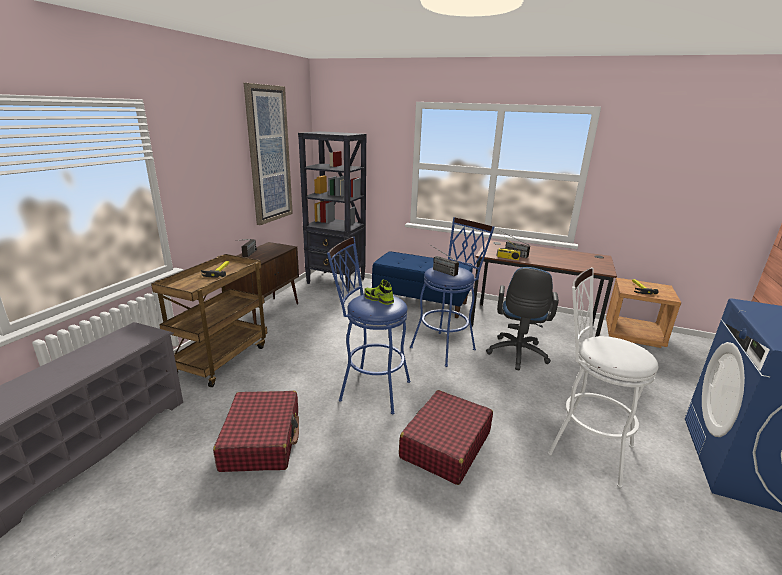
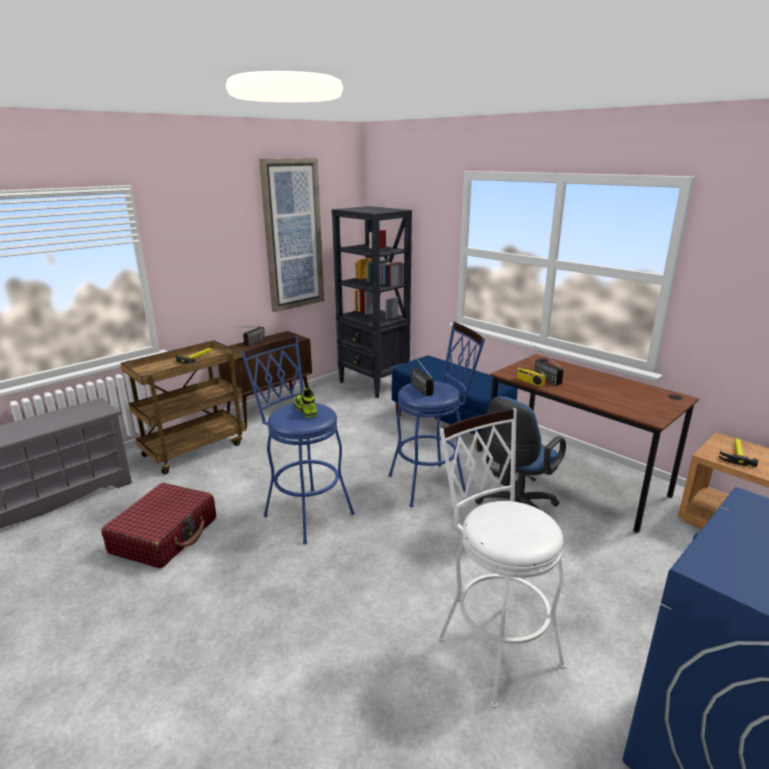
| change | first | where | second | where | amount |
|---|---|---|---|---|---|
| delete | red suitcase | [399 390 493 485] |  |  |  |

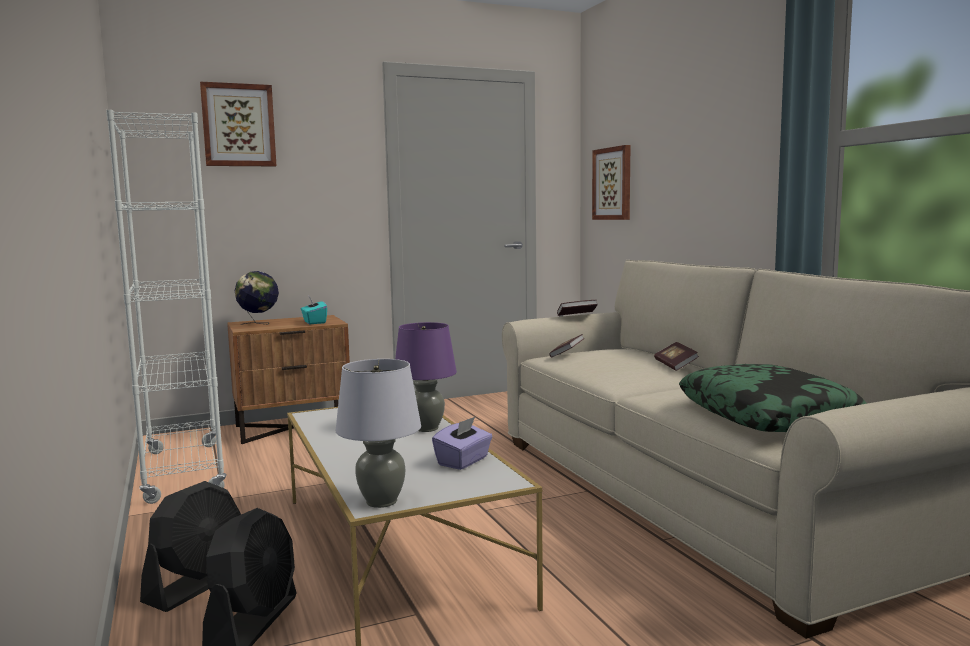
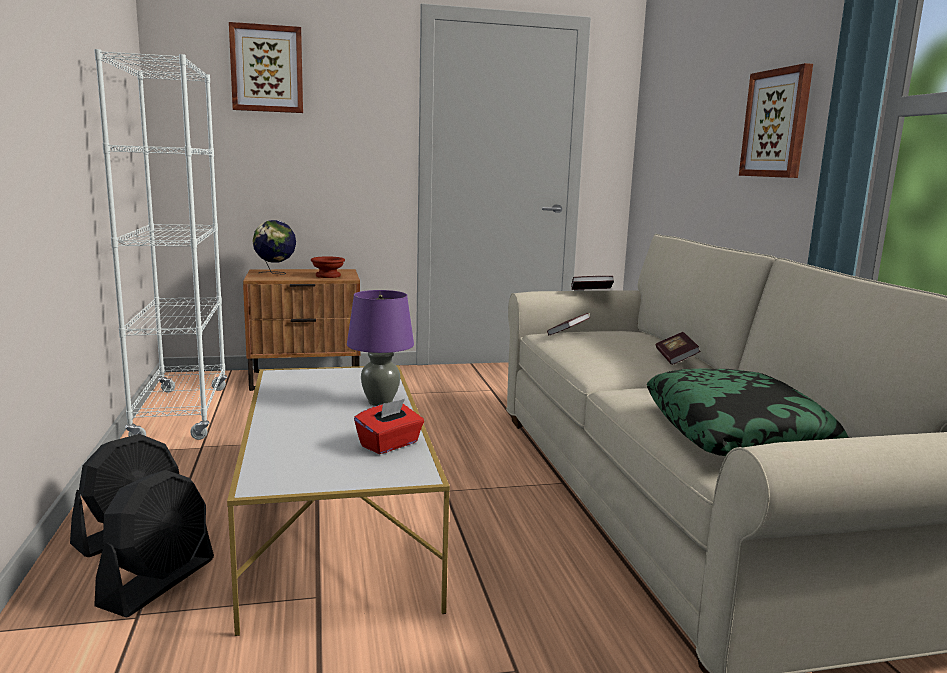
| change | first | where | second | where | amount |
|---|---|---|---|---|---|
| delete | grey table lamp | [336 359 421 508] |  |  |  |
| move | picture | [592 145 630 220] |  | [739 63 813 178] |  |
| replace | turquoise tissue box | [301 297 327 324] | brown bowl | [311 256 345 278] |  |
| recolor | purple tissue box | [432 417 493 470] | red tissue box | [354 399 424 454] |  |

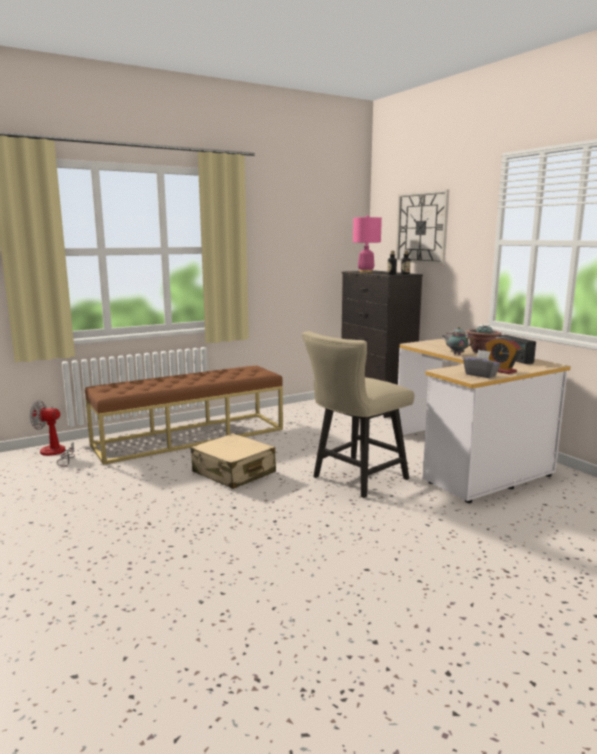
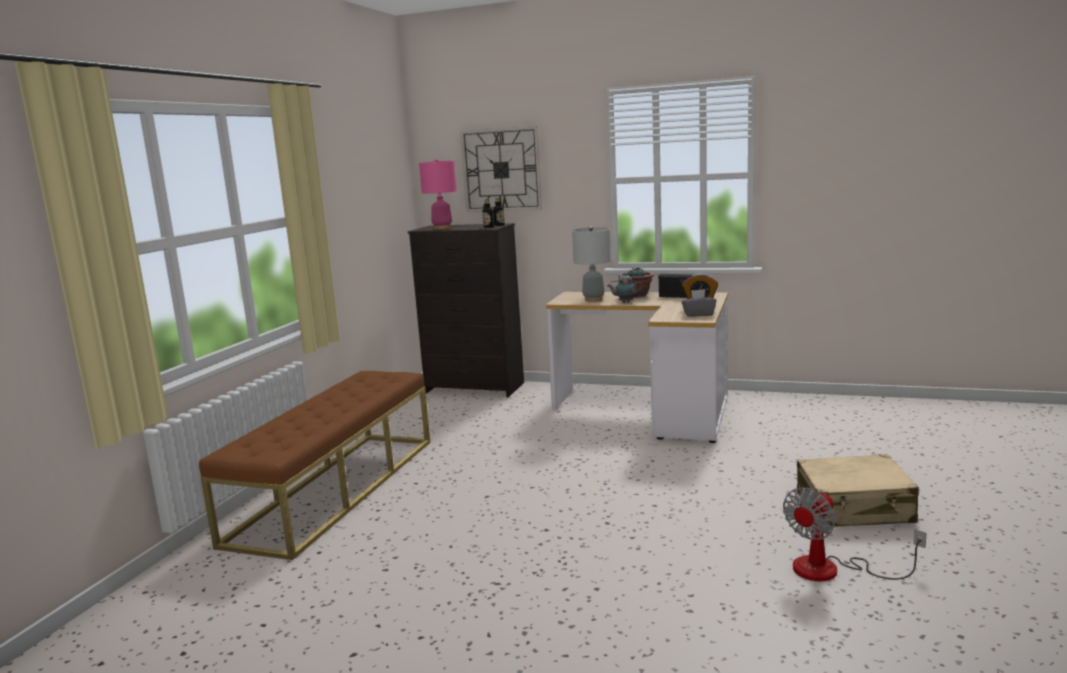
| change | first | where | second | where | amount |
|---|---|---|---|---|---|
| delete | beige chair | [302 331 414 498] |  |  |  |
| insert |  |  | grey table lamp | [572 226 611 302] |  |
| move | fan | [30 400 75 467] |  | [783 488 927 581] |  |
| move | beige suitcase | [191 433 276 489] |  | [797 454 919 527] |  |

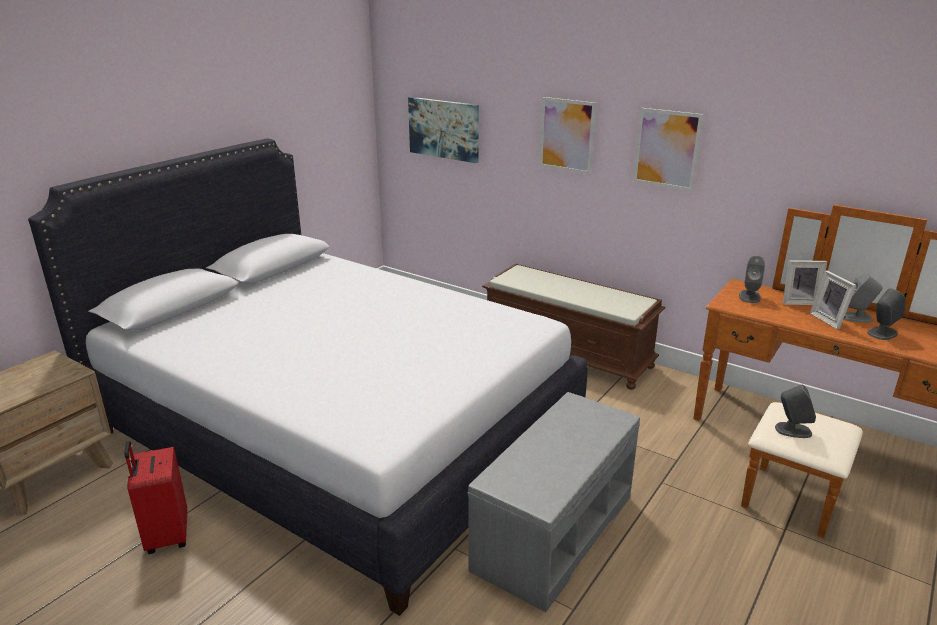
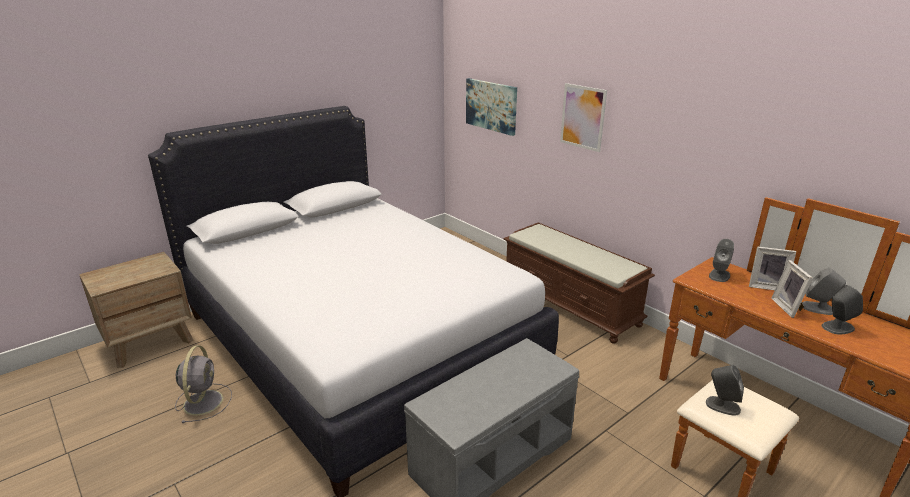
| change | first | where | second | where | amount |
|---|---|---|---|---|---|
| delete | picture | [633 108 704 191] |  |  |  |
| replace | red suitcase | [124 441 187 554] | grey fan | [175 345 232 423] |  |

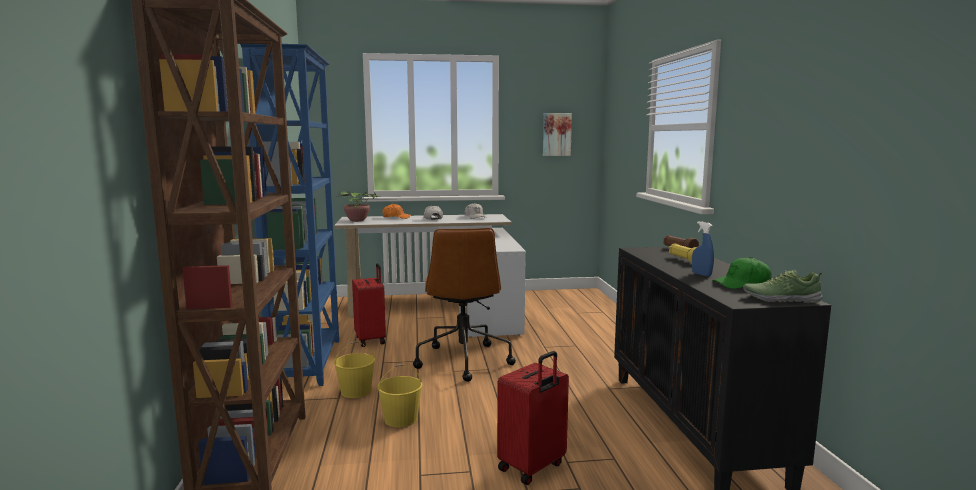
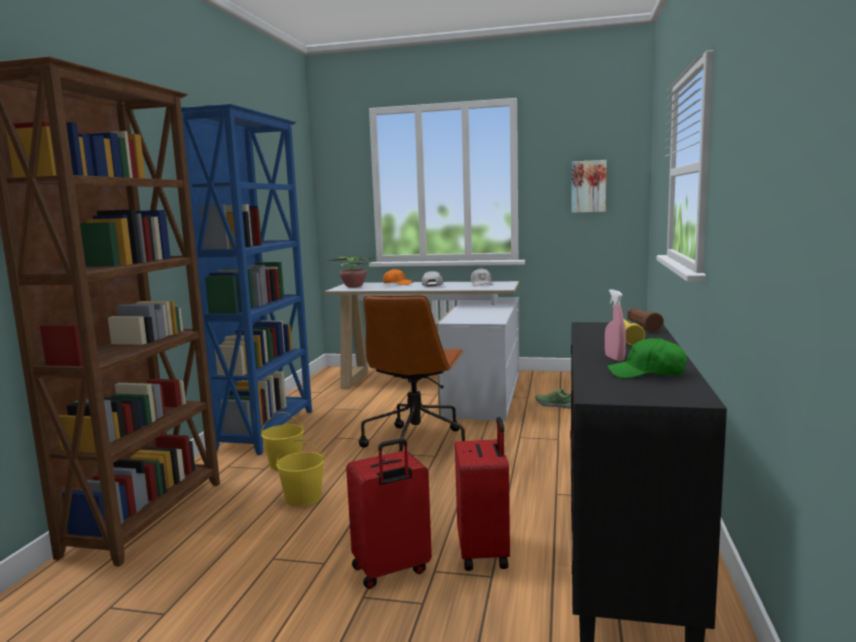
| change | first | where | second | where | amount |
|---|---|---|---|---|---|
| move | red suitcase | [352 263 386 347] |  | [455 417 510 571] |  |
| move | shoe | [743 270 823 303] |  | [535 389 571 409] |  |
| recolor | blue spray bottle | [692 221 714 277] | pink spray bottle | [605 289 626 361] |  |

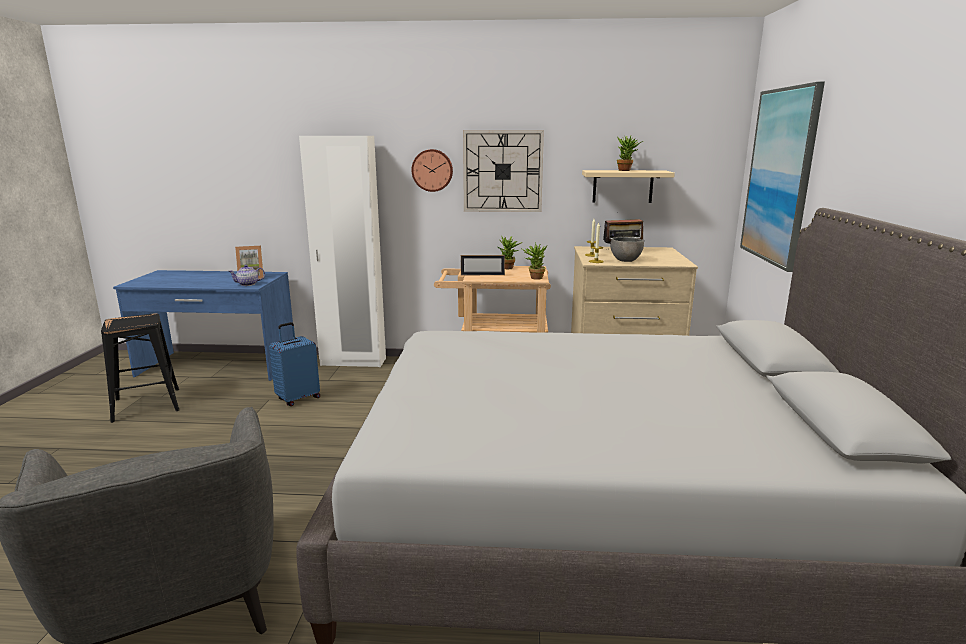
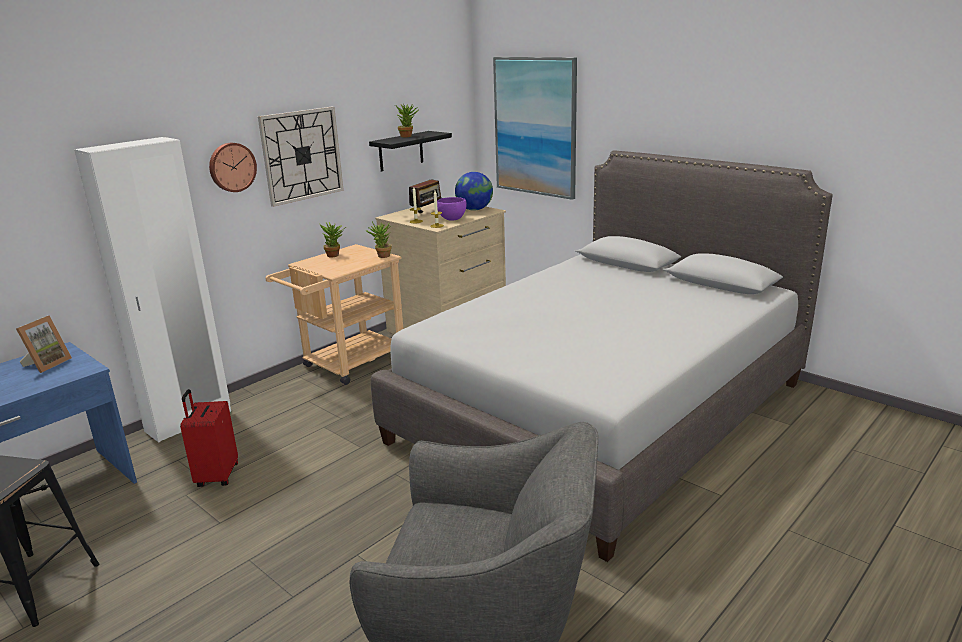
| change | first | where | second | where | amount |
|---|---|---|---|---|---|
| delete | teapot | [228 265 265 286] |  |  |  |
| delete | picture frame | [461 255 505 275] |  |  |  |
| insert |  |  | globe | [455 172 493 211] |  |
| recolor | blue suitcase | [269 322 320 406] | red suitcase | [180 389 238 487] |  |
| recolor | beige shelf | [582 170 675 203] | black shelf | [369 131 452 171] |  |
| recolor | grey bowl | [610 237 644 262] | purple bowl | [437 197 467 221] |  |

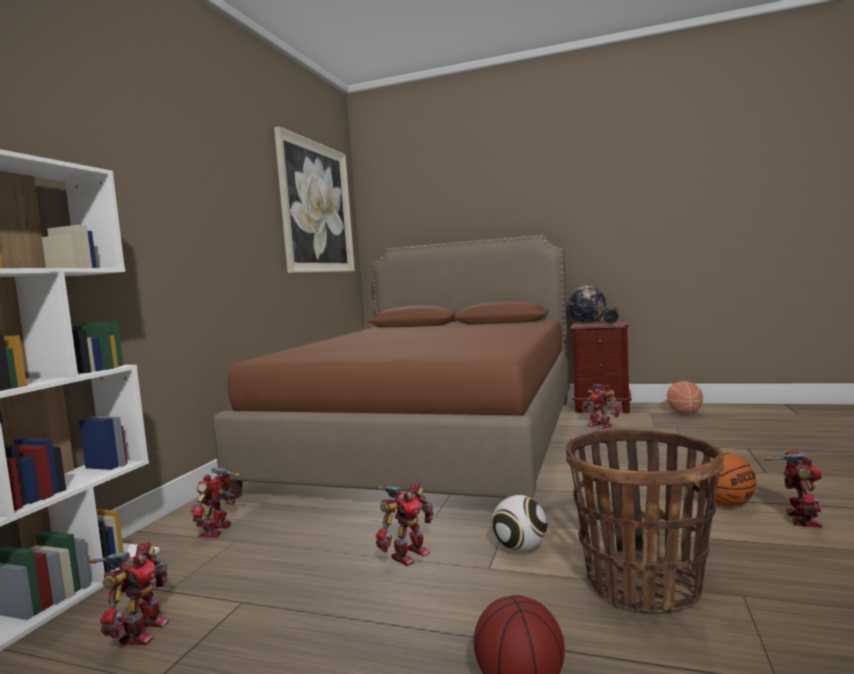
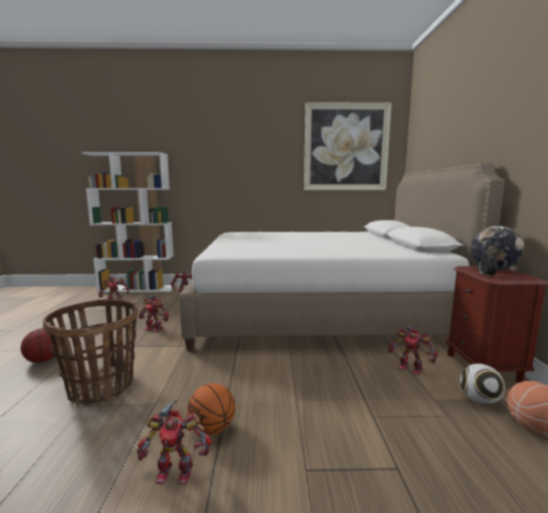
| change | first | where | second | where | amount |
|---|---|---|---|---|---|
| move | football | [492 495 547 552] |  | [460 364 505 404] |  |
| recolor | brown bed | [213 235 570 499] | white bed | [179 163 505 351] |  |
| rotate | toy robot | [581 384 620 429] |  | [389 325 438 375] | 90 degrees counterclockwise |

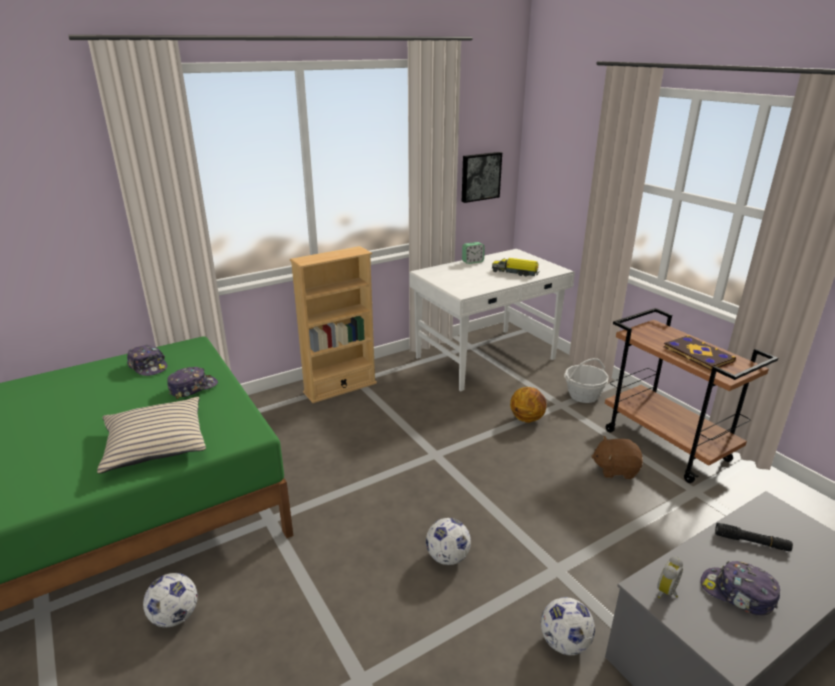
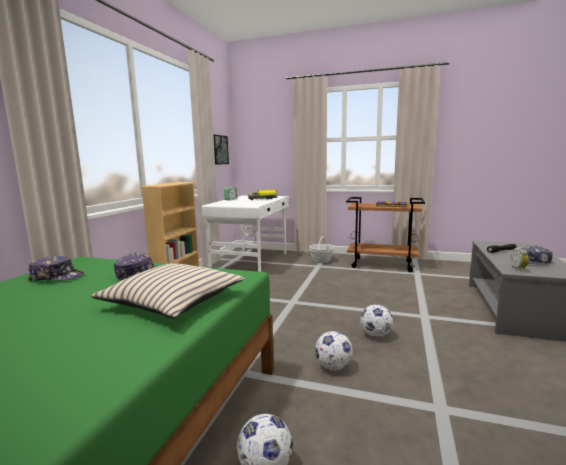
| change | first | where | second | where | amount |
|---|---|---|---|---|---|
| delete | basketball | [510 387 546 423] |  |  |  |
| delete | brown plush toy | [591 436 643 479] |  |  |  |
| move | football | [541 597 595 655] |  | [315 331 353 371] |  |

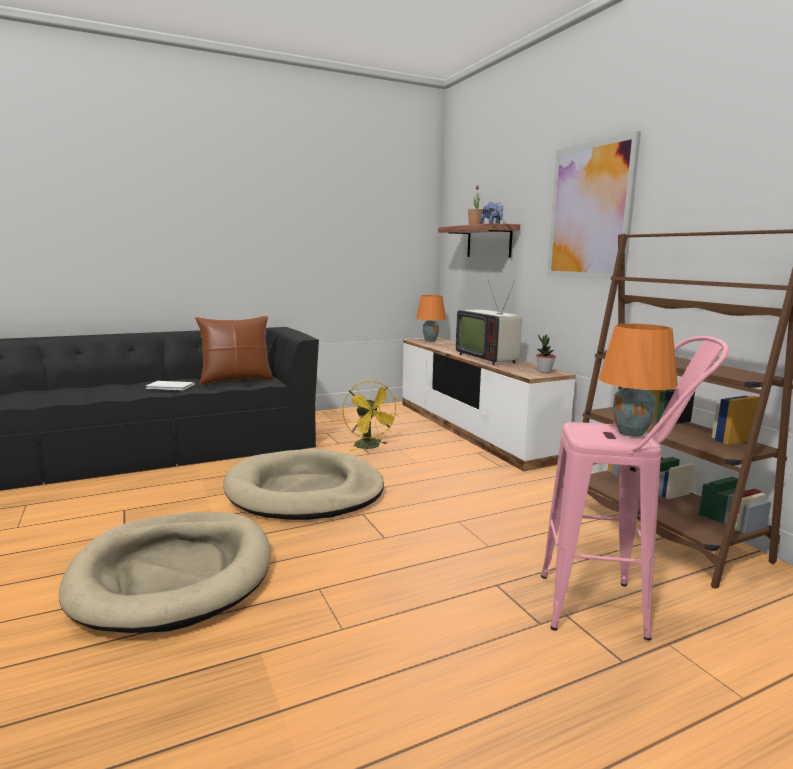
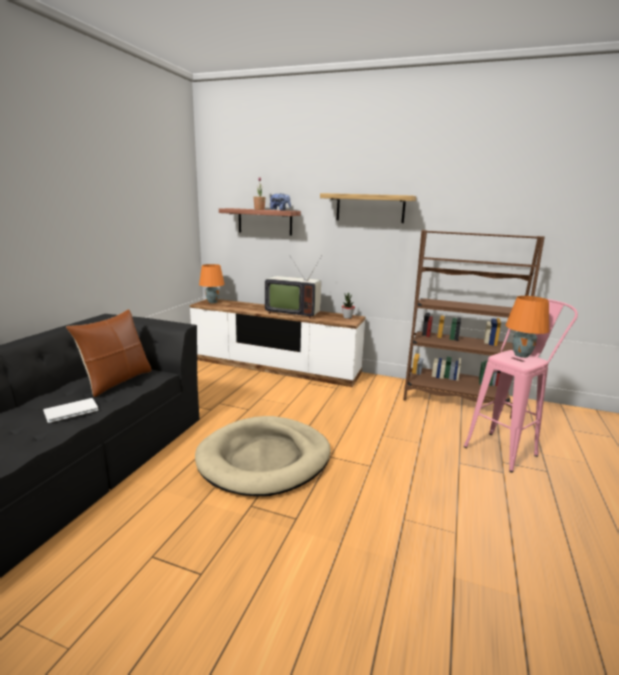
| change | first | where | second | where | amount |
|---|---|---|---|---|---|
| delete | beige dog bed | [59 512 271 633] |  |  |  |
| delete | yellow fan | [343 381 399 451] |  |  |  |
| replace | picture | [547 131 641 280] | shelf | [320 193 416 223] |  |

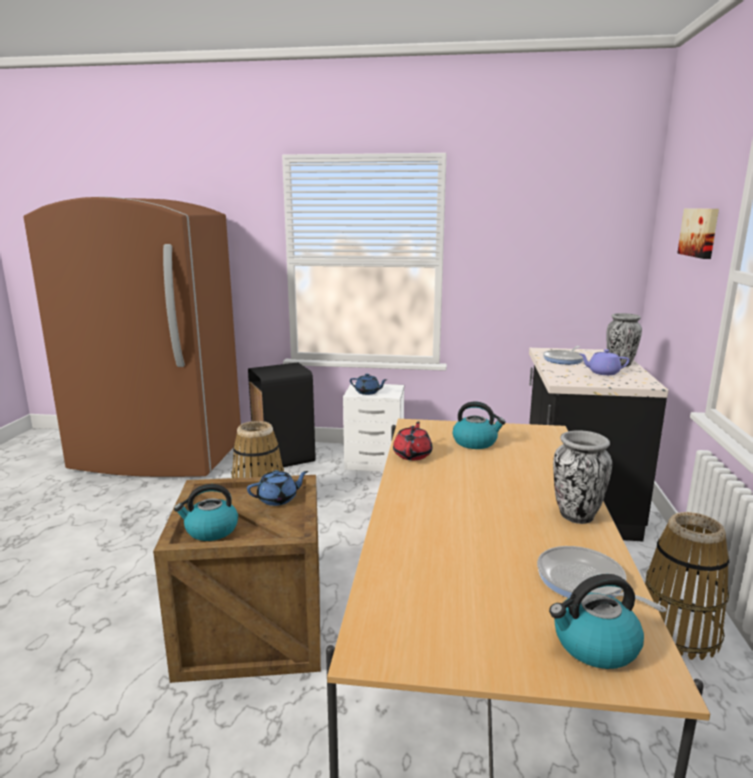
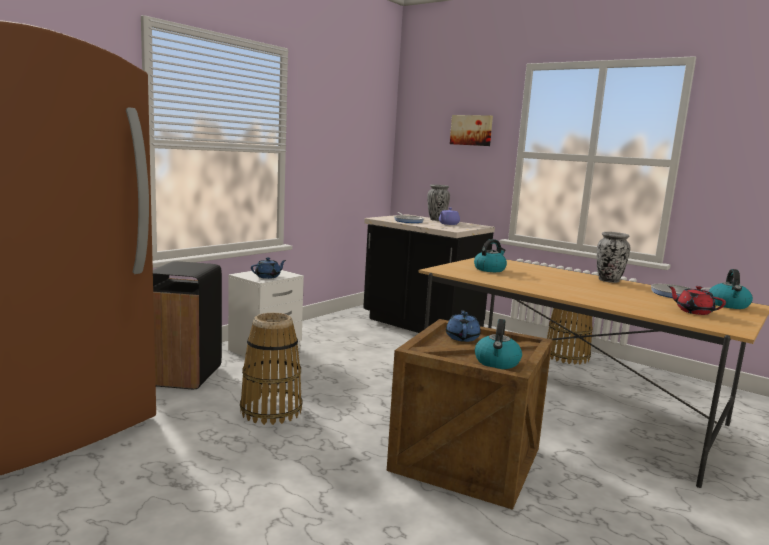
| change | first | where | second | where | amount |
|---|---|---|---|---|---|
| move | red teapot | [393 421 432 460] |  | [668 286 726 315] |  |

